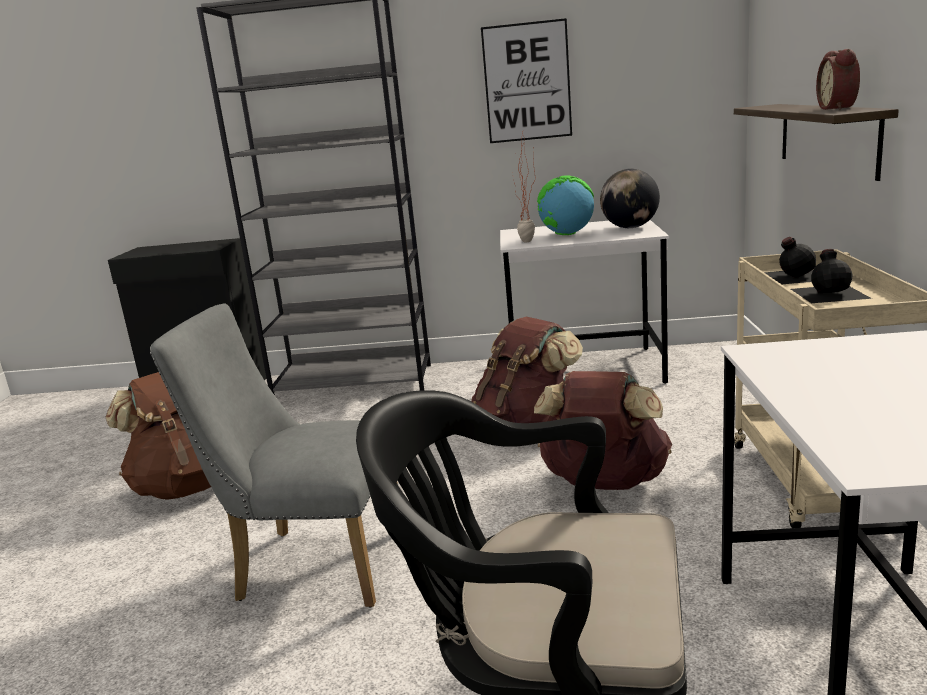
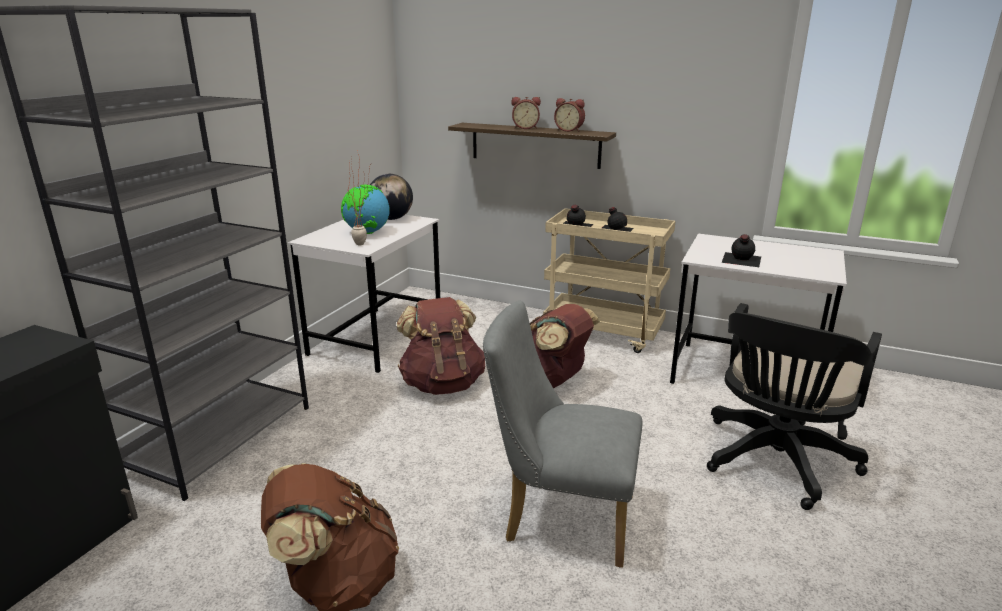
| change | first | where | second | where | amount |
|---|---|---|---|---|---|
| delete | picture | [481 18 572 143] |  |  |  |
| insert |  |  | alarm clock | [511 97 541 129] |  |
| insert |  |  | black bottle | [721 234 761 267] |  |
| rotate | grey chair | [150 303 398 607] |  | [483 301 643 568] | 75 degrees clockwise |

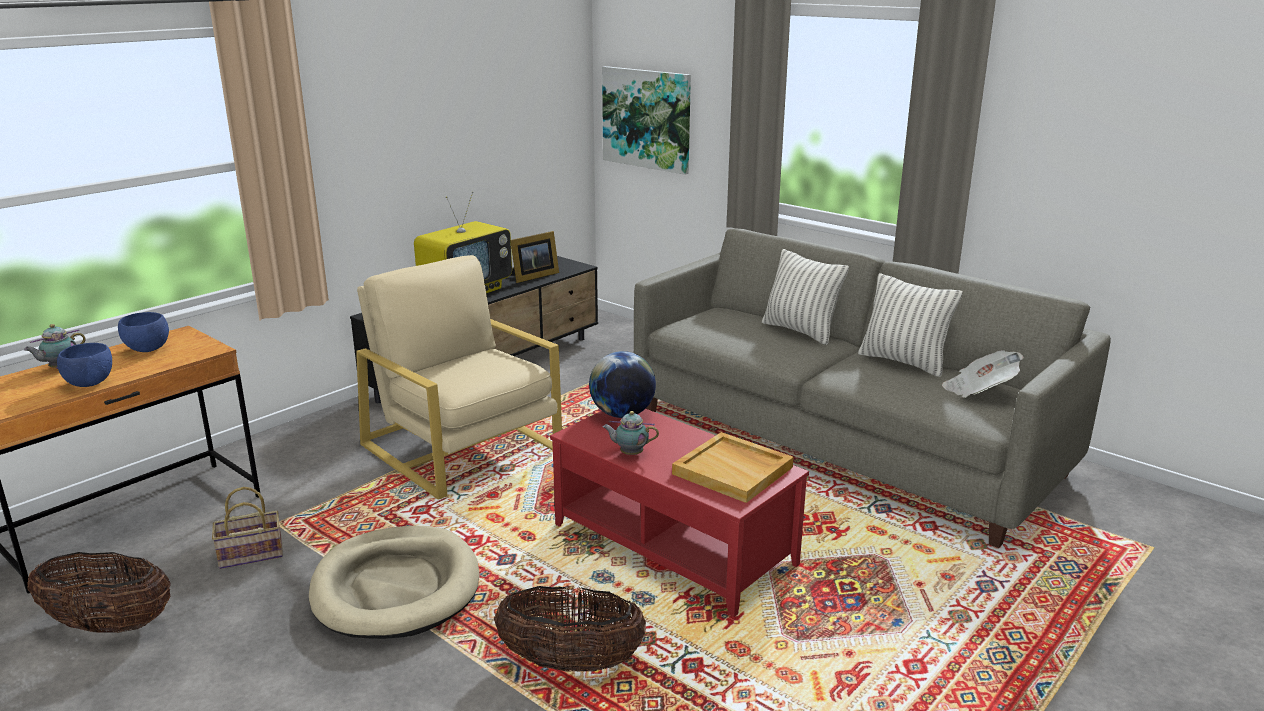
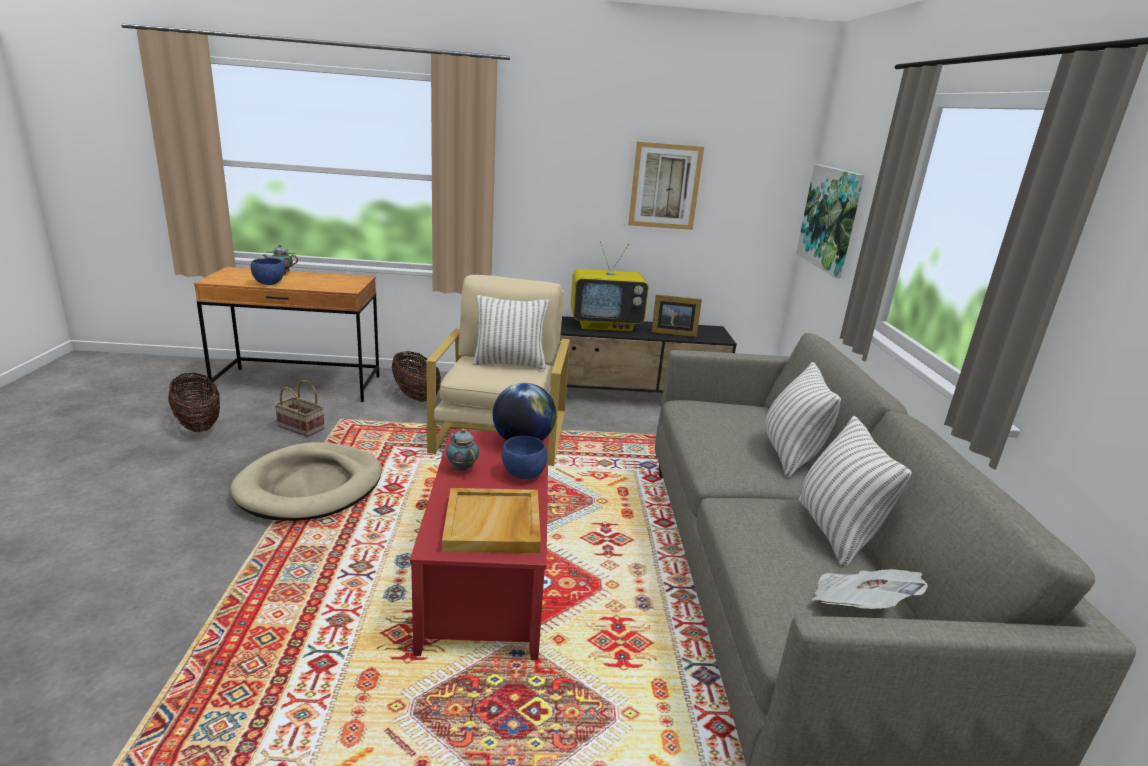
| change | first | where | second | where | amount |
|---|---|---|---|---|---|
| insert |  |  | pillow | [473 295 549 369] |  |
| insert |  |  | picture | [628 141 704 230] |  |
| move | blue bowl | [118 312 169 352] |  | [501 436 548 479] |  |
| move | basket | [494 586 646 672] |  | [392 351 441 402] |  |

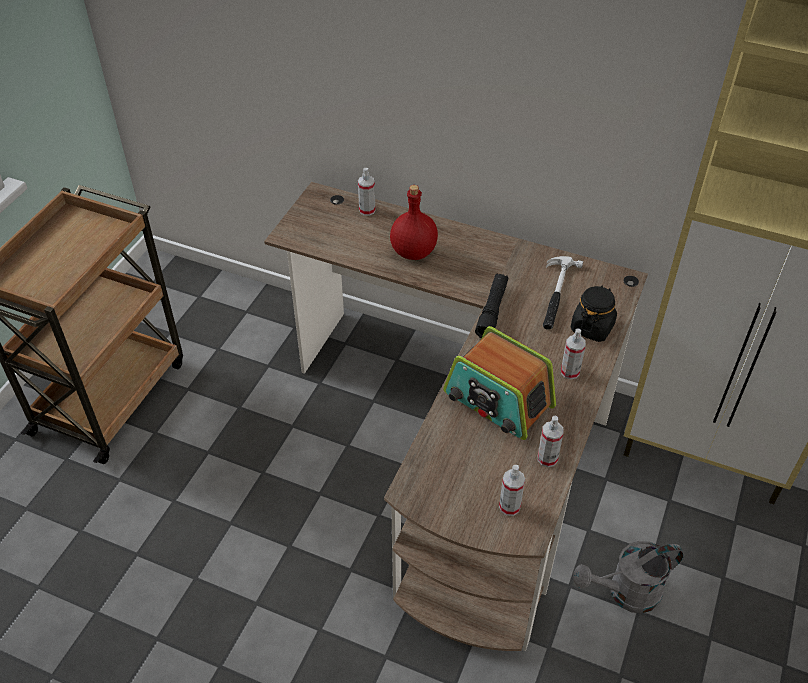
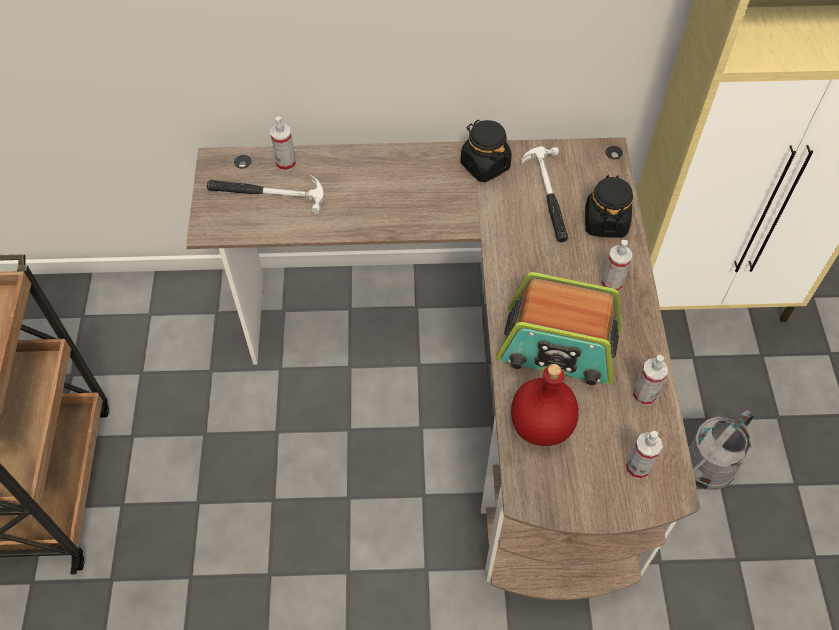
| change | first | where | second | where | amount |
|---|---|---|---|---|---|
| delete | black flashlight | [475 274 508 338] |  |  |  |
| insert |  |  | hammer | [207 175 324 214] |  |
| insert |  |  | black jar | [460 120 512 182] |  |
| move | red bottle | [390 185 438 260] |  | [511 364 579 446] |  |

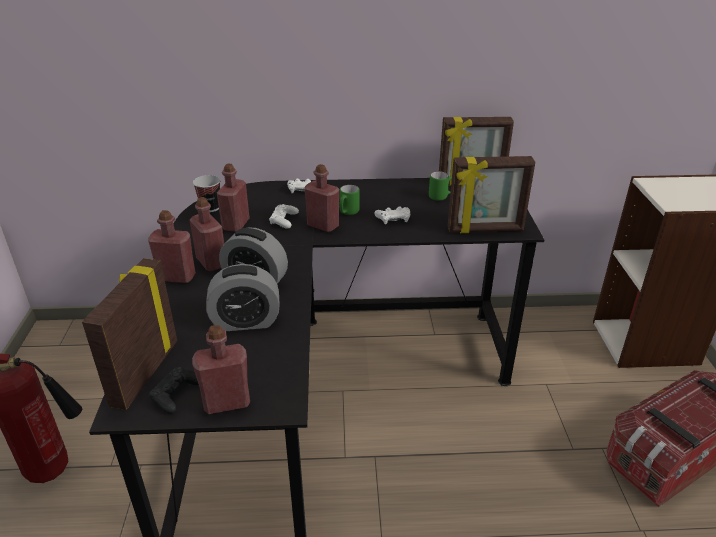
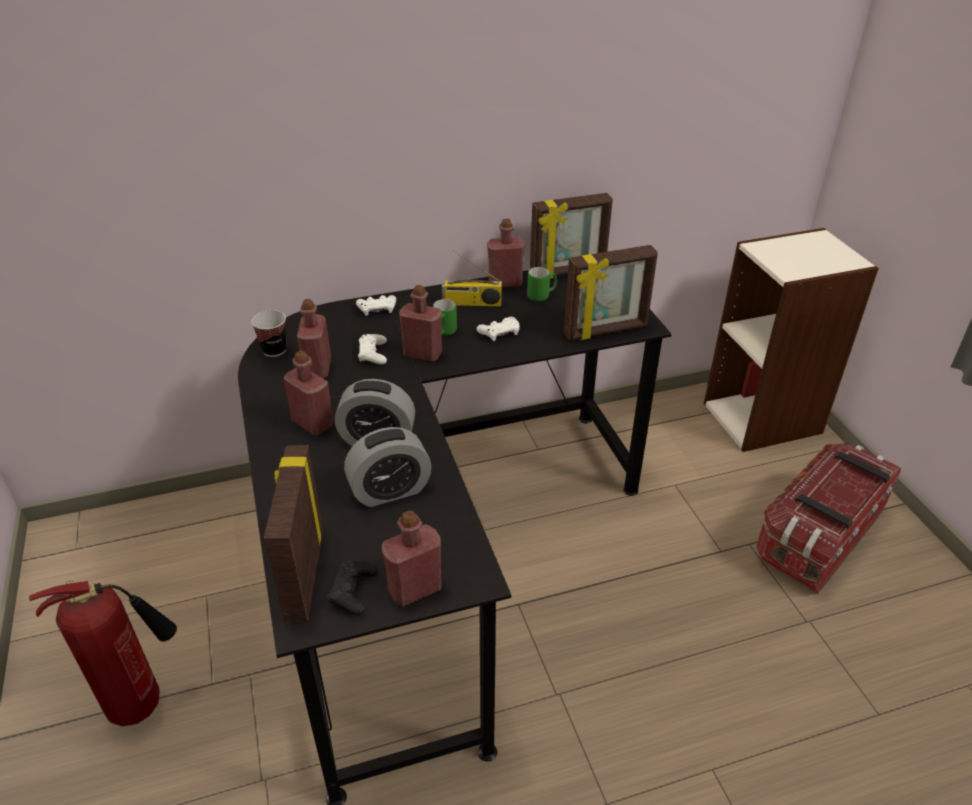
| change | first | where | second | where | amount |
|---|---|---|---|---|---|
| insert |  |  | radio | [442 250 502 306] |  |
| move | red bottle | [148 210 196 283] |  | [487 219 525 288] |  |

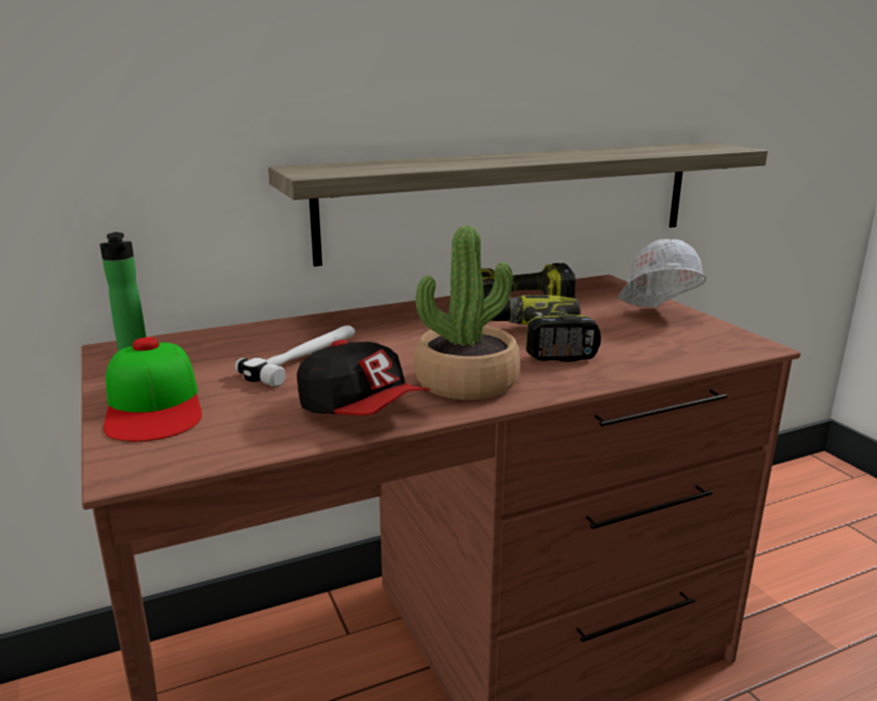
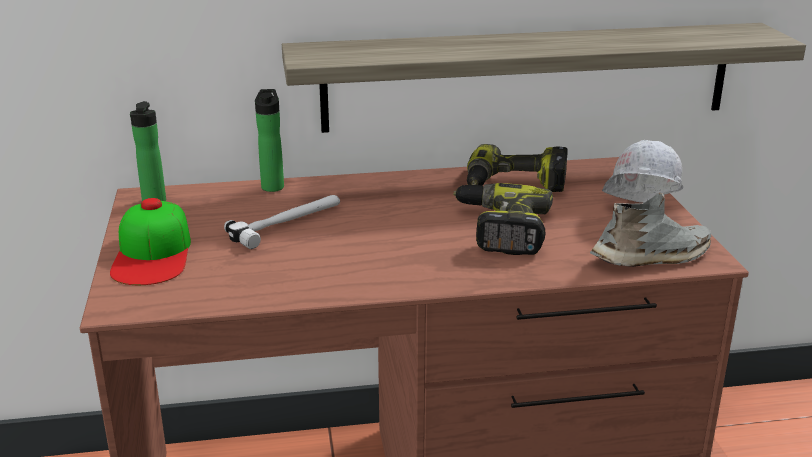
| change | first | where | second | where | amount |
|---|---|---|---|---|---|
| delete | cap | [297 340 430 416] |  |  |  |
| delete | potted plant | [414 226 520 400] |  |  |  |
| insert |  |  | bottle | [255 89 284 192] |  |
| insert |  |  | grey shoe | [590 193 711 267] |  |

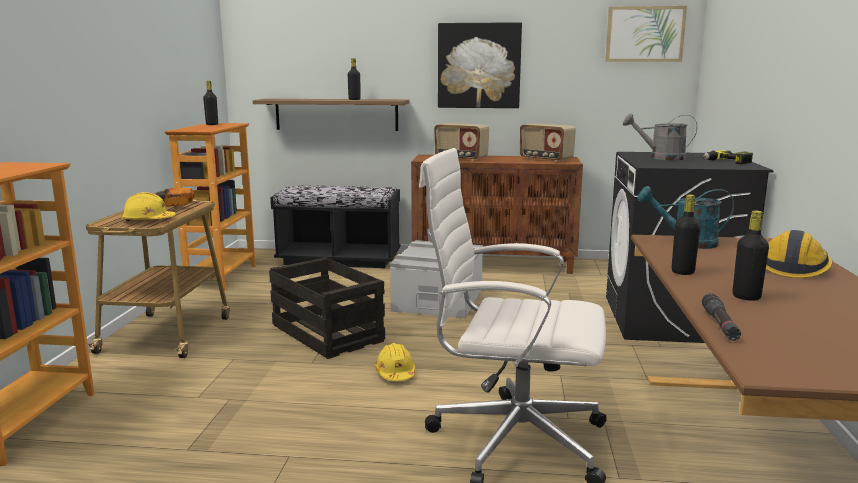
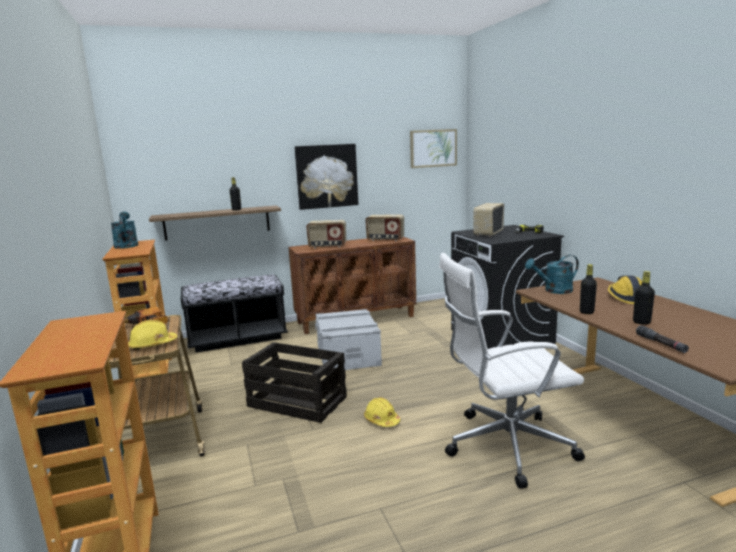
| change | first | where | second | where | amount |
|---|---|---|---|---|---|
| replace | black bottle | [203 81 218 125] | turquoise watering can | [110 212 138 249] |  |
| replace | grey watering can | [623 113 697 160] | radio | [474 203 504 237] |  |

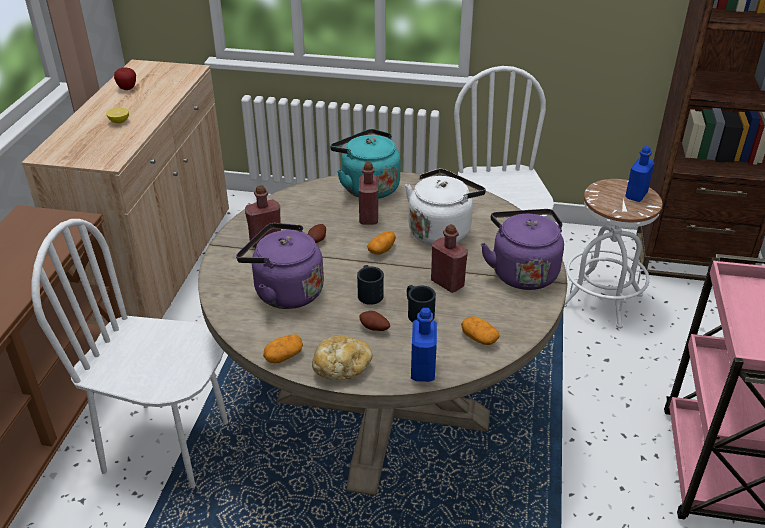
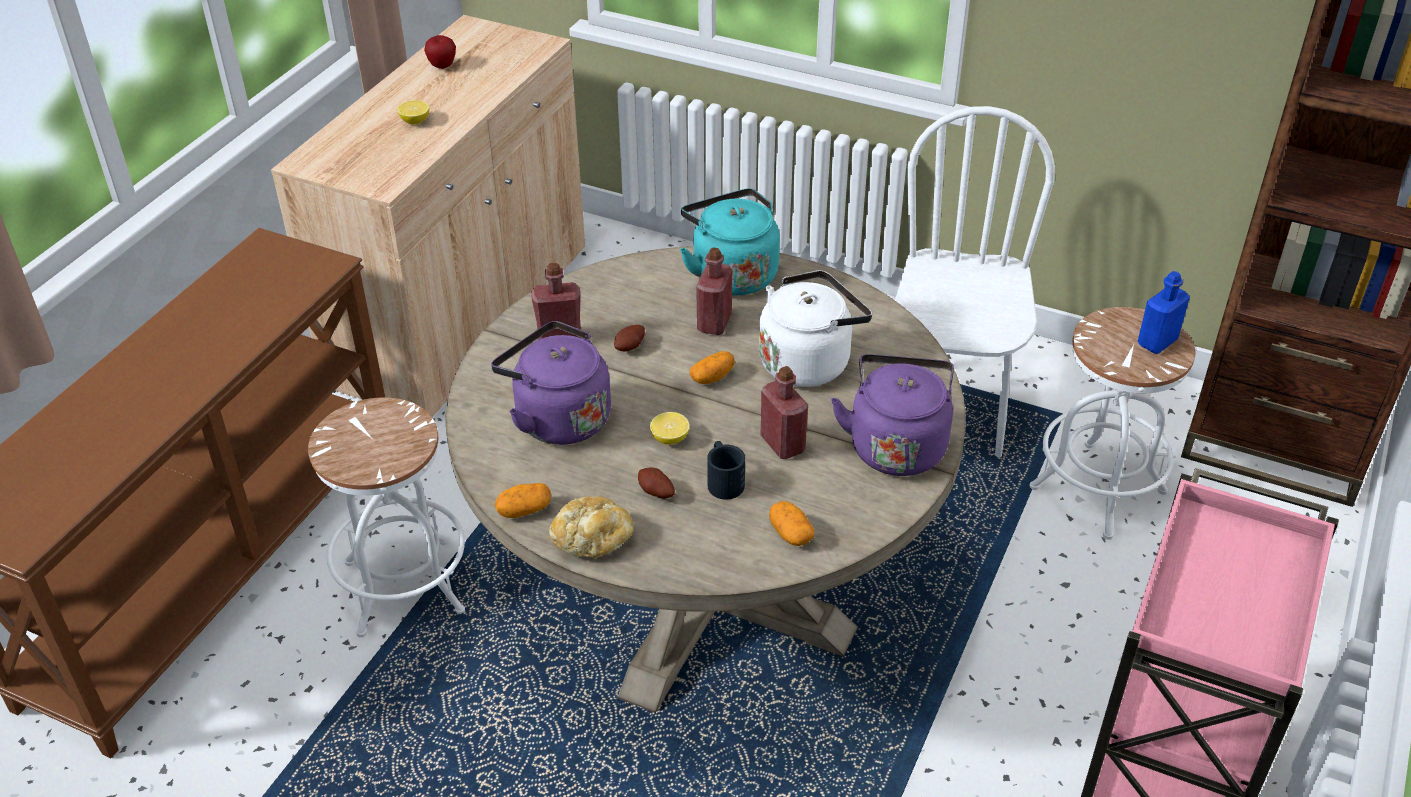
| change | first | where | second | where | amount |
|---|---|---|---|---|---|
| delete | blue bottle | [411 308 437 382] |  |  |  |
| replace | white chair | [32 219 228 488] | white stool | [308 397 465 638] |  |
| replace | black mug | [357 265 384 305] | lemon | [650 412 689 445] |  |

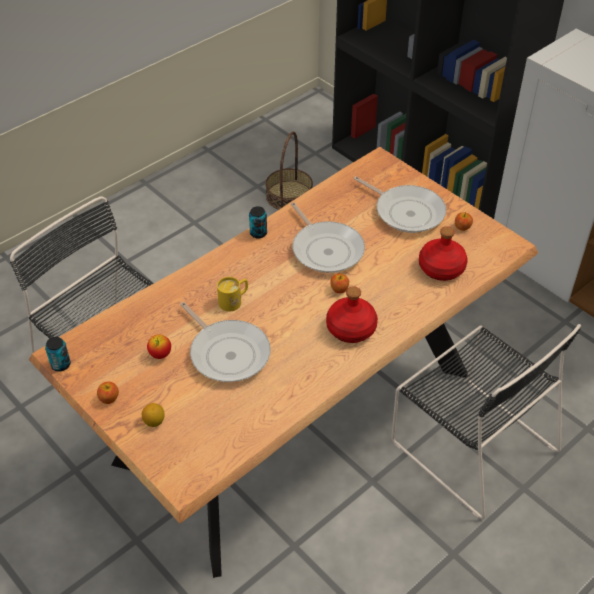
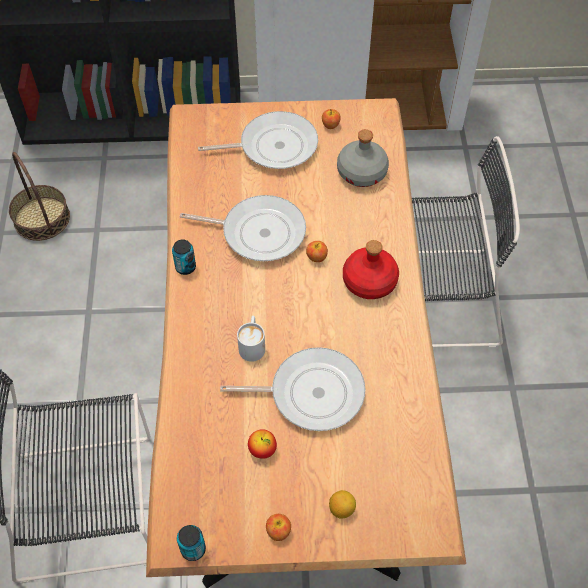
| change | first | where | second | where | amount |
|---|---|---|---|---|---|
| recolor | yellow mug | [217 277 248 312] | white mug | [237 315 265 362] |  |
| recolor | red bottle | [419 226 468 281] | grey bottle | [337 129 389 187] |  |

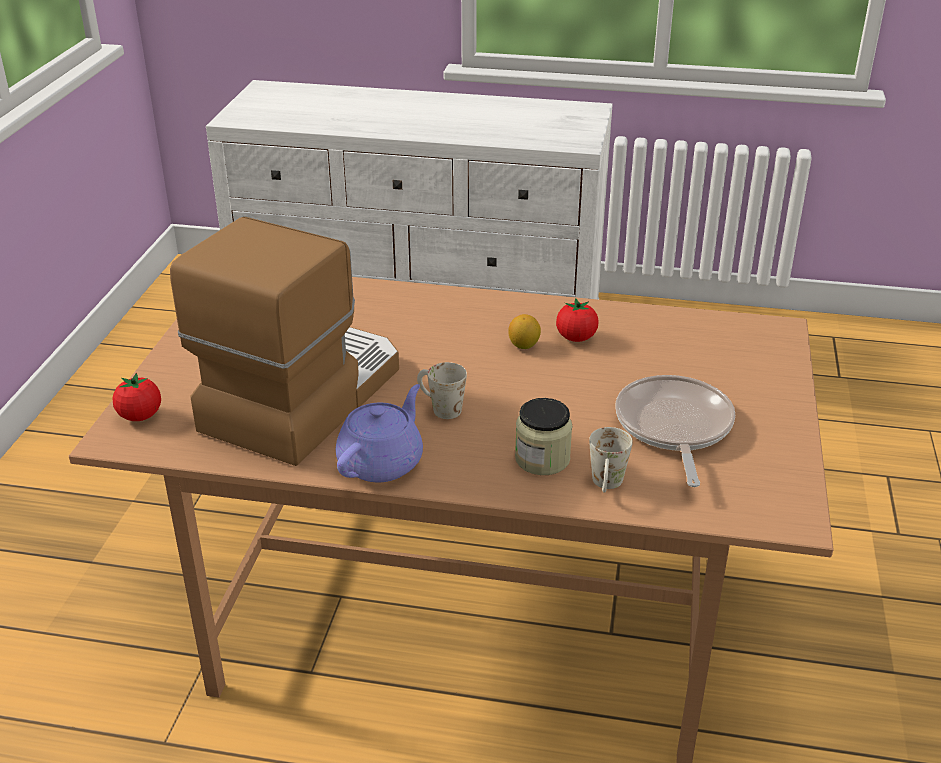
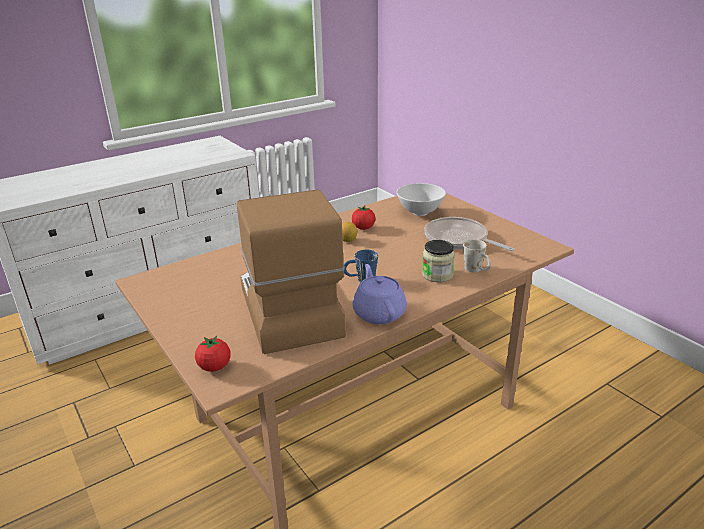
| change | first | where | second | where | amount |
|---|---|---|---|---|---|
| insert |  |  | white bowl | [397 183 446 216] |  |
| recolor | white mug | [417 362 467 419] | blue mug | [344 250 378 282] |  |

